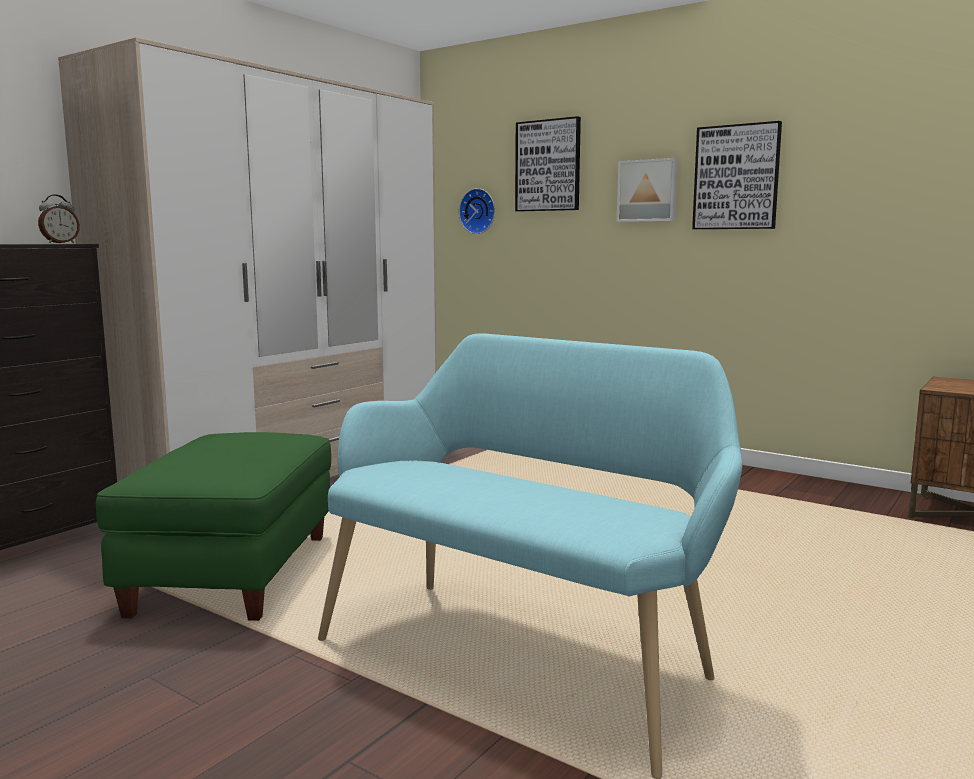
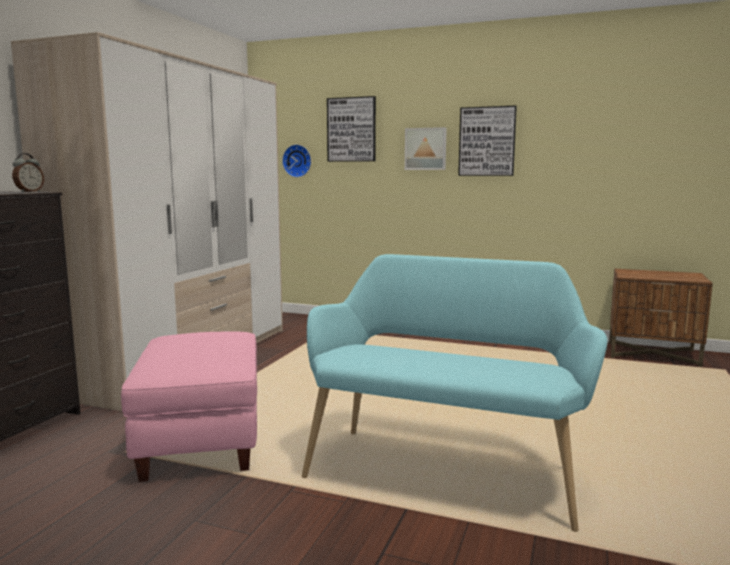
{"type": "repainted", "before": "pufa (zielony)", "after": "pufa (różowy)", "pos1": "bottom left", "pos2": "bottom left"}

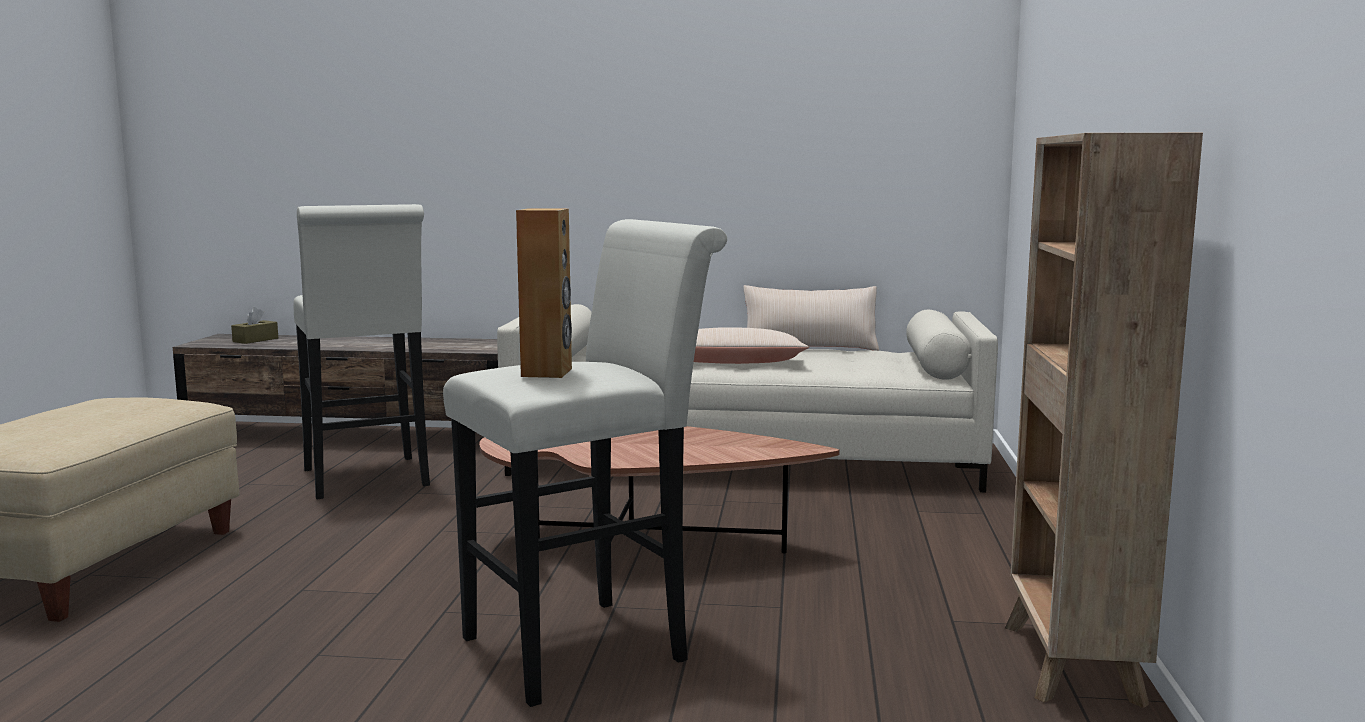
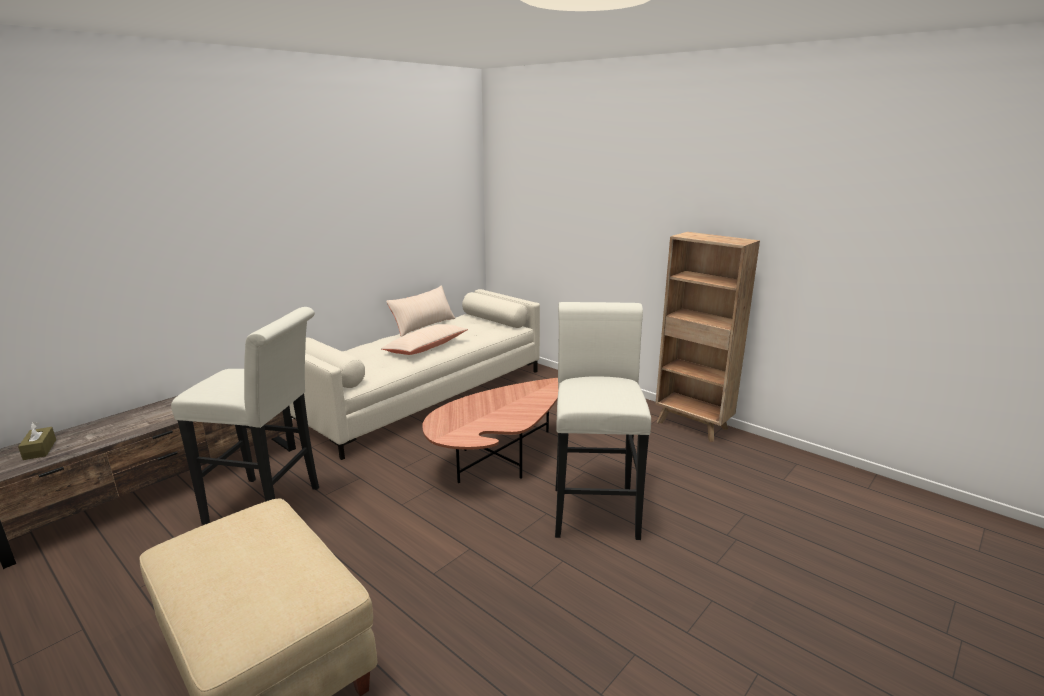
{"type": "gone", "before": "głośnik (brązowy)", "pos1": "centre"}

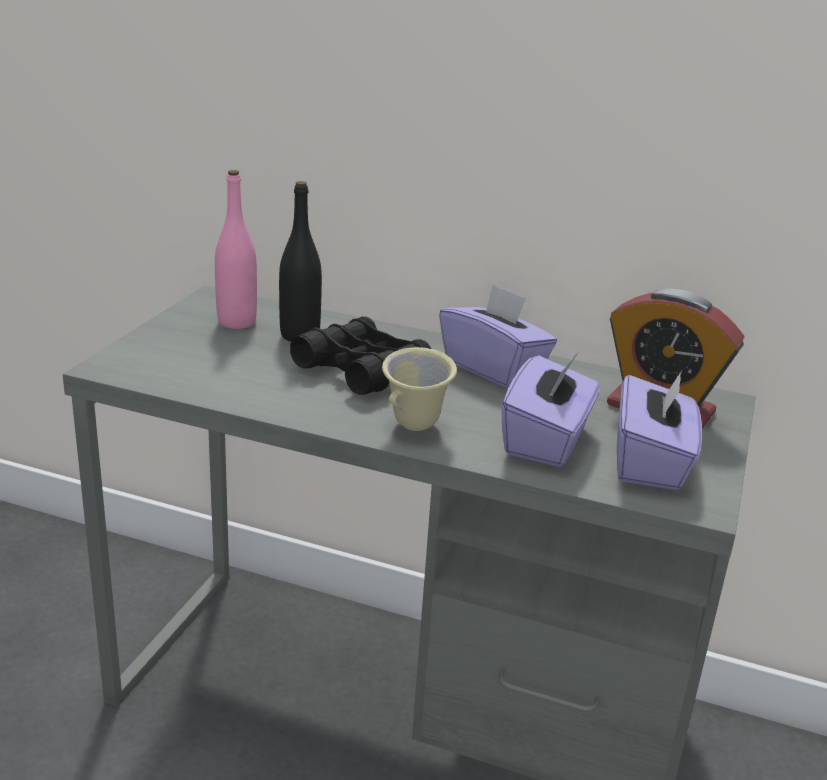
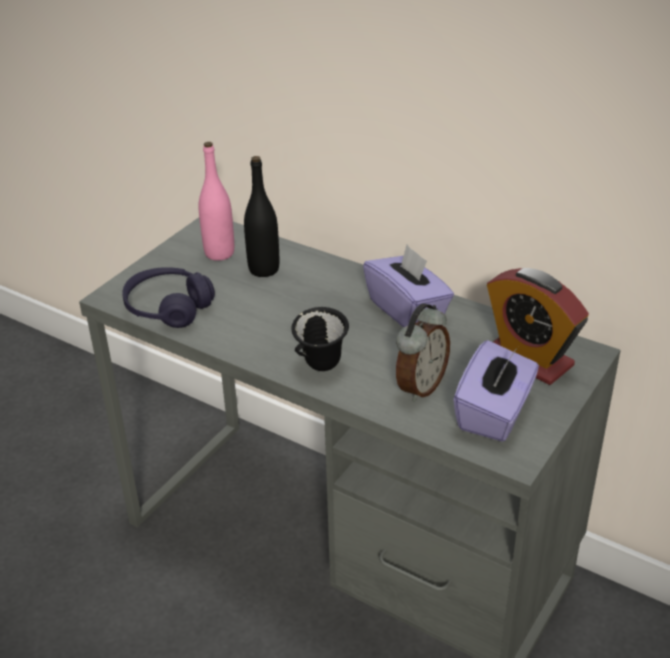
{"type": "gone", "before": "lornetka (czarny)", "pos1": "centre"}
{"type": "repainted", "before": "kubek (beżowy)", "after": "kubek (czarny)", "pos1": "centre", "pos2": "centre"}
{"type": "swapped", "before": "pudełko chusteczek (fioletowy) (no. 2 from left)", "after": "budzik (no. 1 from left)", "pos1": "centre", "pos2": "centre"}
{"type": "new", "after": "słuchawki (fioletowy)", "pos2": "middle left"}

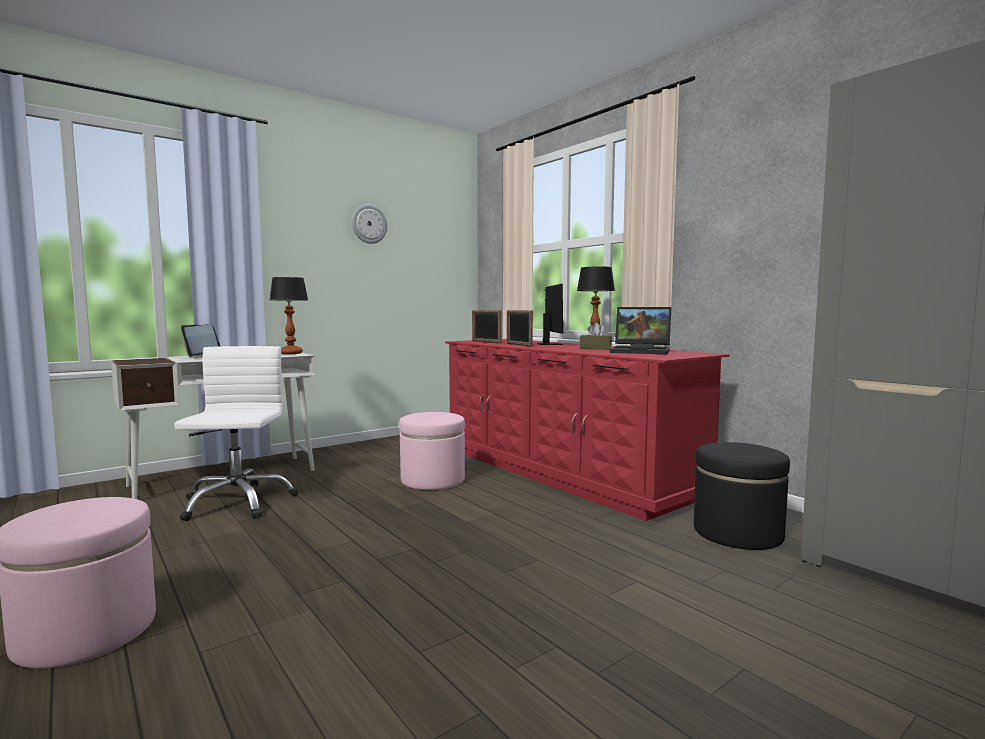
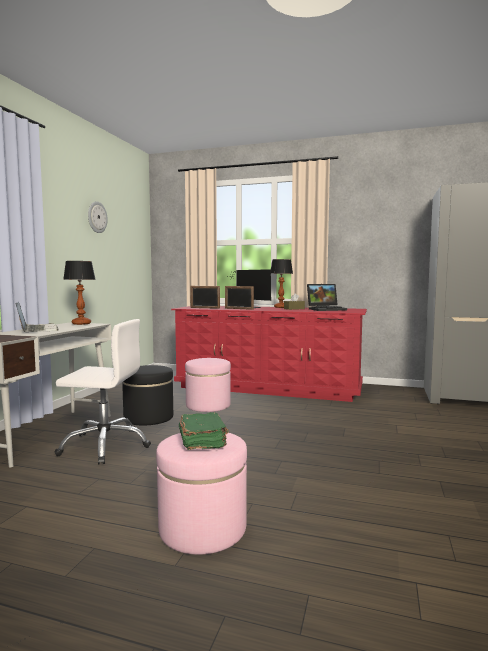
{"type": "rotated", "before": "krzesło biurowe (biały)", "pos1": "middle left", "pos2": "middle left", "turn": 135}
{"type": "shifted", "before": "pufa (czarny)", "pos1": "bottom right", "pos2": "middle left"}
{"type": "new", "after": "książka (zielony)", "pos2": "centre"}

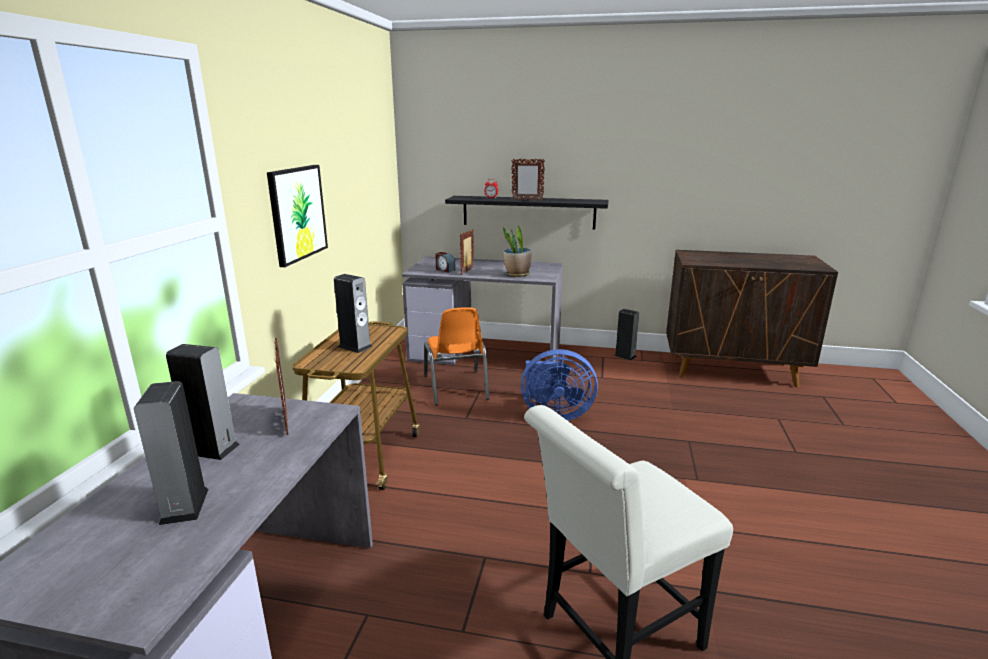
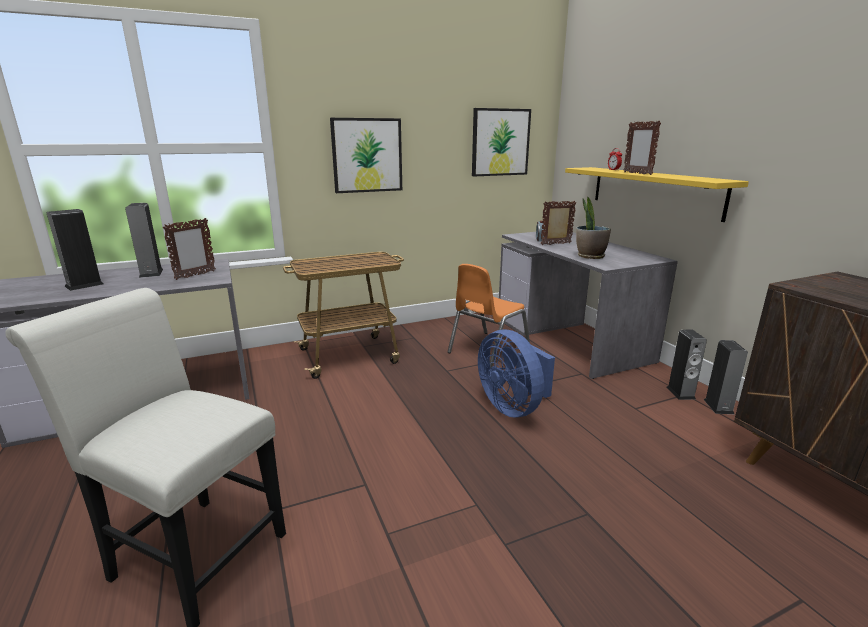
{"type": "shifted", "before": "głośnik (no. 3 from left)", "pos1": "centre", "pos2": "middle right"}
{"type": "repainted", "before": "półka (czarny)", "after": "półka (żółty)", "pos1": "top centre", "pos2": "top right"}
{"type": "new", "after": "obraz (no. 2 from left)", "pos2": "top centre"}

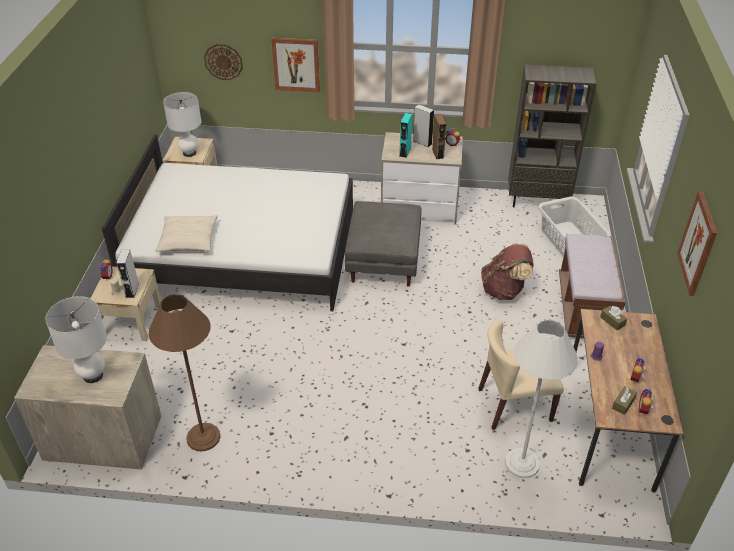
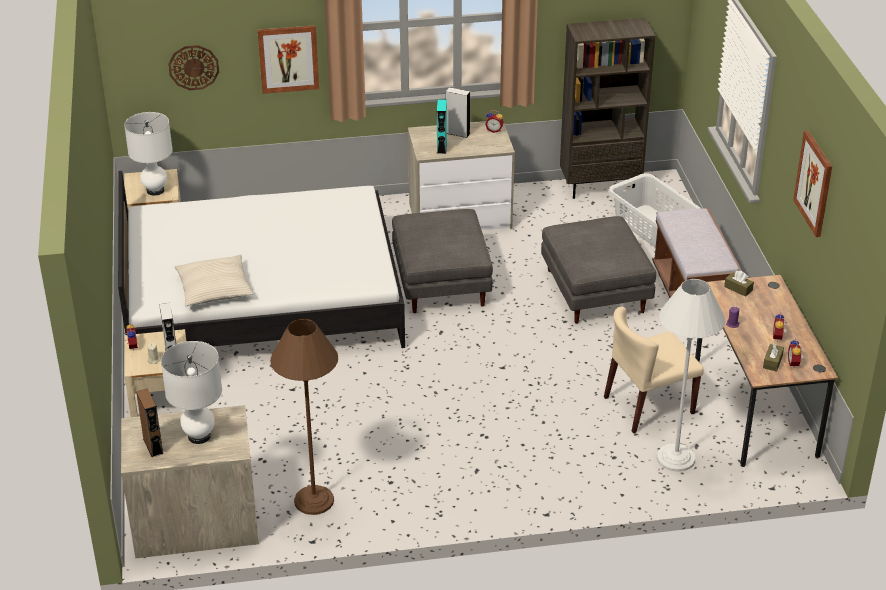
{"type": "shifted", "before": "głośnik (brązowy)", "pos1": "top centre", "pos2": "bottom left"}
{"type": "swapped", "before": "plecak (brązowy)", "after": "pufa (szary) (no. 2 from left)", "pos1": "middle right", "pos2": "middle right"}

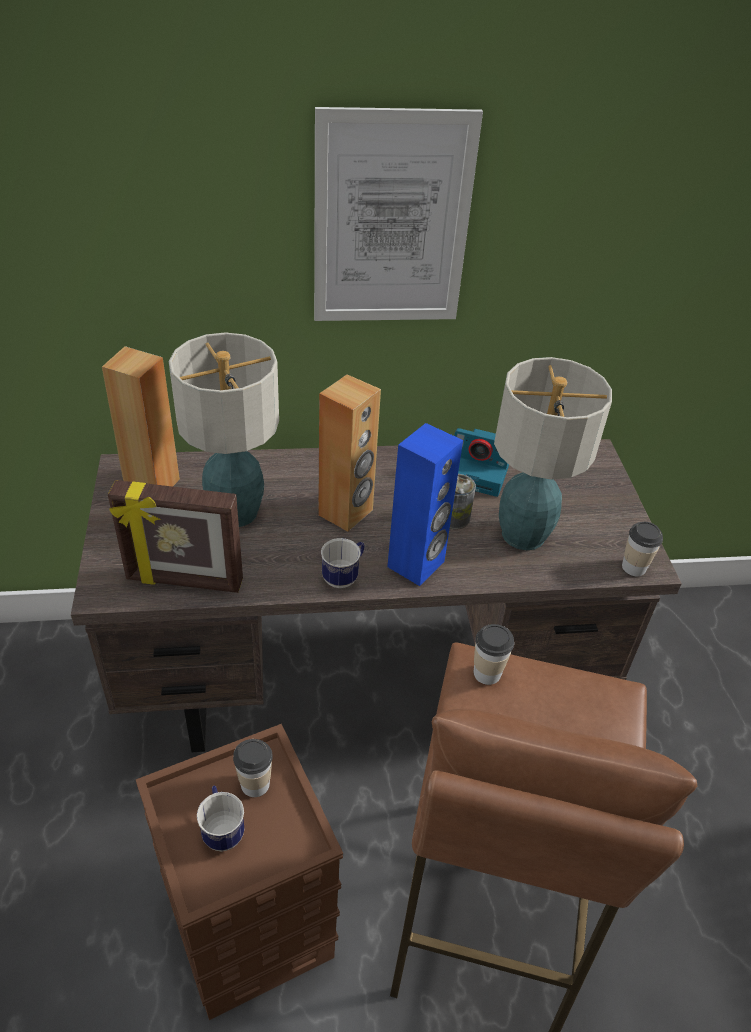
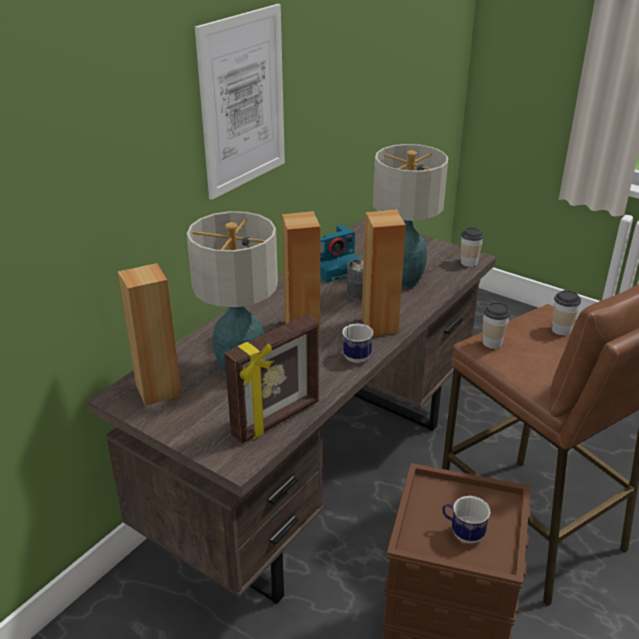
{"type": "shifted", "before": "filiżanka (no. 1 from left in the first image)", "after": "filiżanka (no. 3 from left)", "pos1": "bottom centre", "pos2": "middle right"}
{"type": "repainted", "before": "głośnik (niebieski)", "after": "głośnik (brązowy) (no. 3 from left)", "pos1": "centre", "pos2": "centre"}

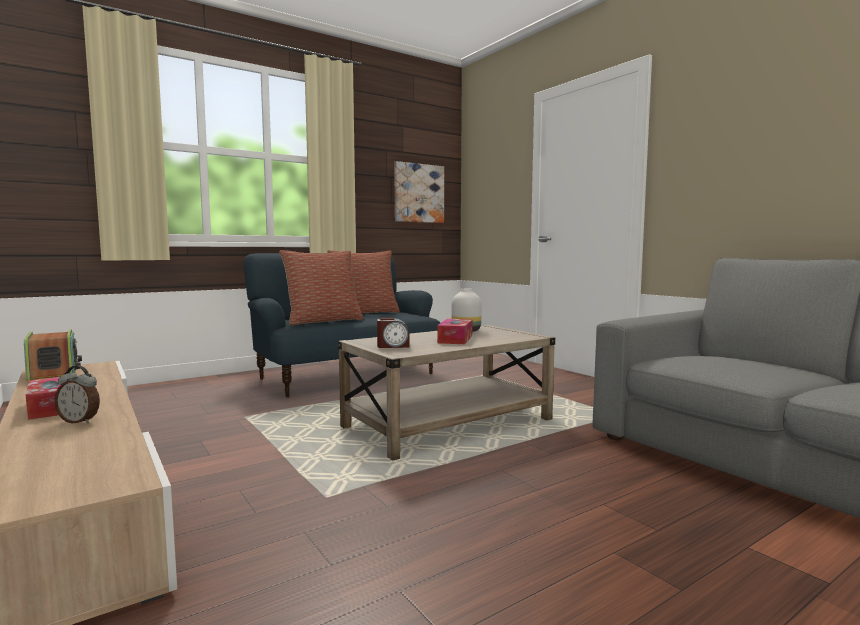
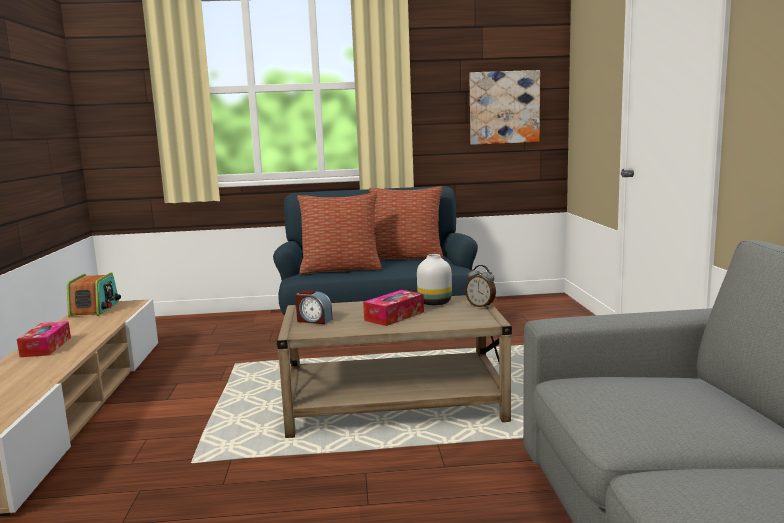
{"type": "shifted", "before": "budzik (no. 1 from left in the first image)", "after": "budzik (no. 2 from left)", "pos1": "middle left", "pos2": "centre"}

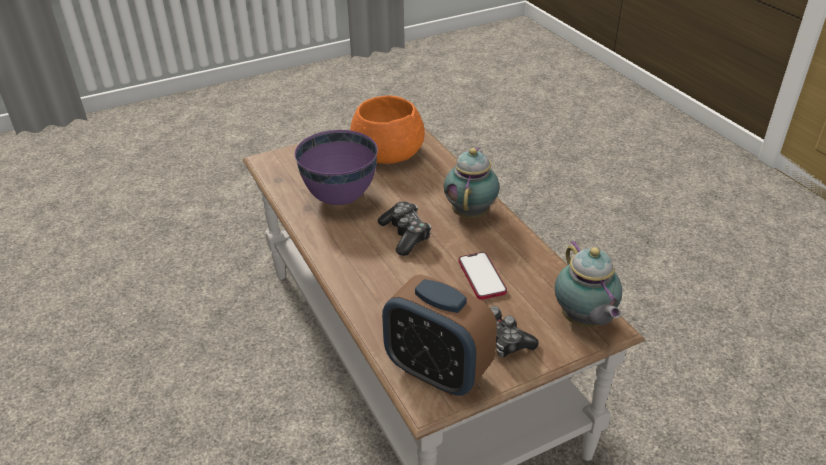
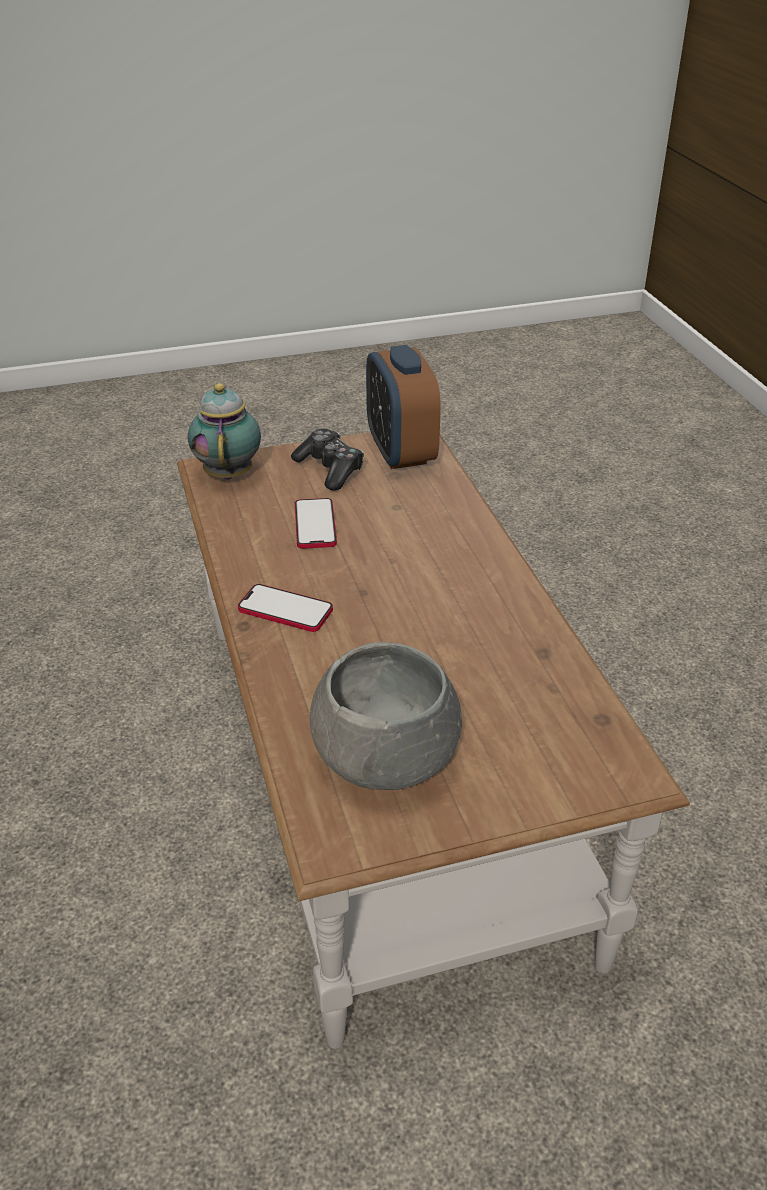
{"type": "gone", "before": "miska (fioletowy)", "pos1": "centre"}
{"type": "repainted", "before": "miska (pomarańczowy)", "after": "miska (szary)", "pos1": "top centre", "pos2": "centre"}
{"type": "gone", "before": "pad do gier (no. 1 from left)", "pos1": "centre"}
{"type": "rotated", "before": "budzik", "pos1": "bottom centre", "pos2": "centre", "turn": -150}
{"type": "swapped", "before": "imbryk (no. 1 from left)", "after": "telefon (no. 1 from left)", "pos1": "centre", "pos2": "centre"}

